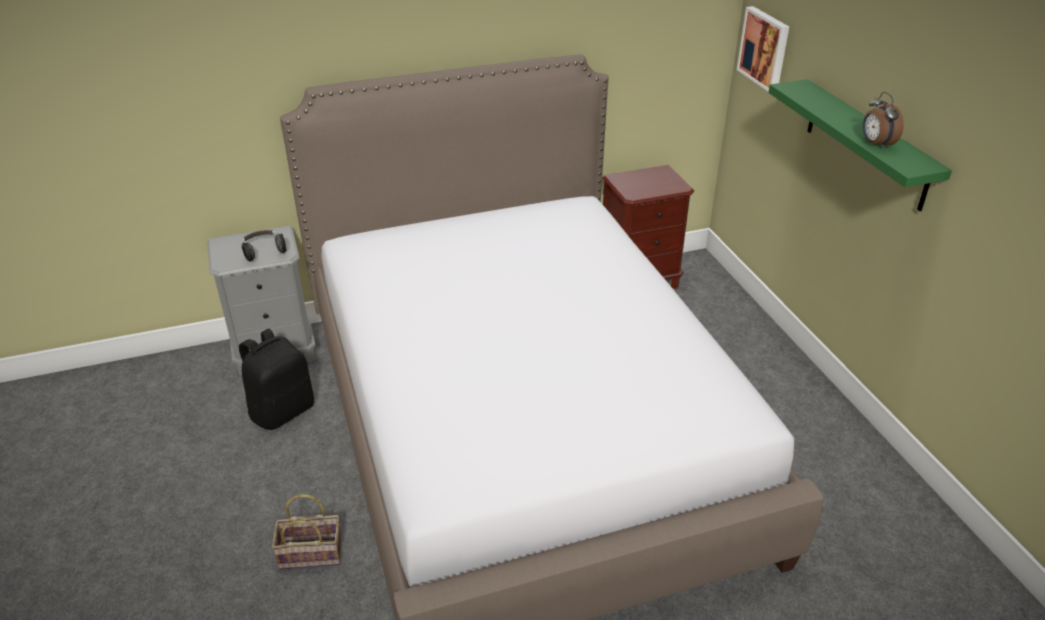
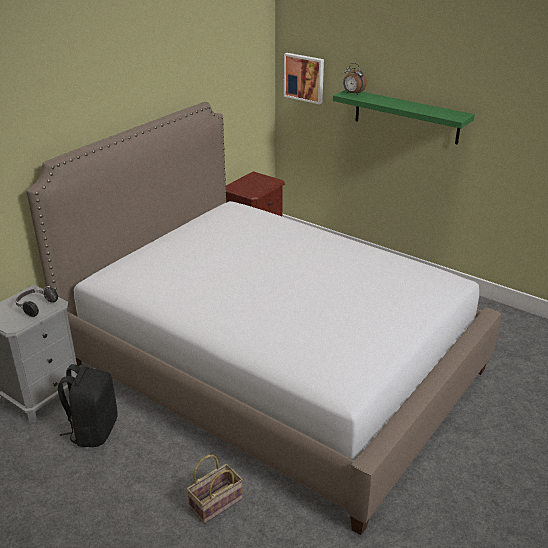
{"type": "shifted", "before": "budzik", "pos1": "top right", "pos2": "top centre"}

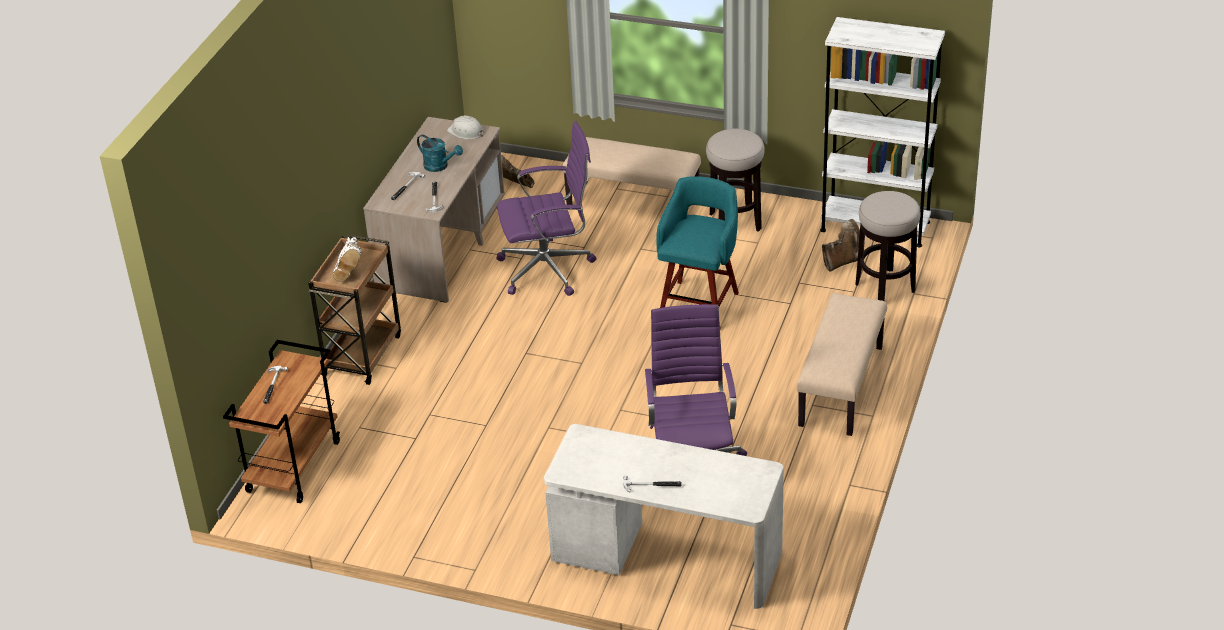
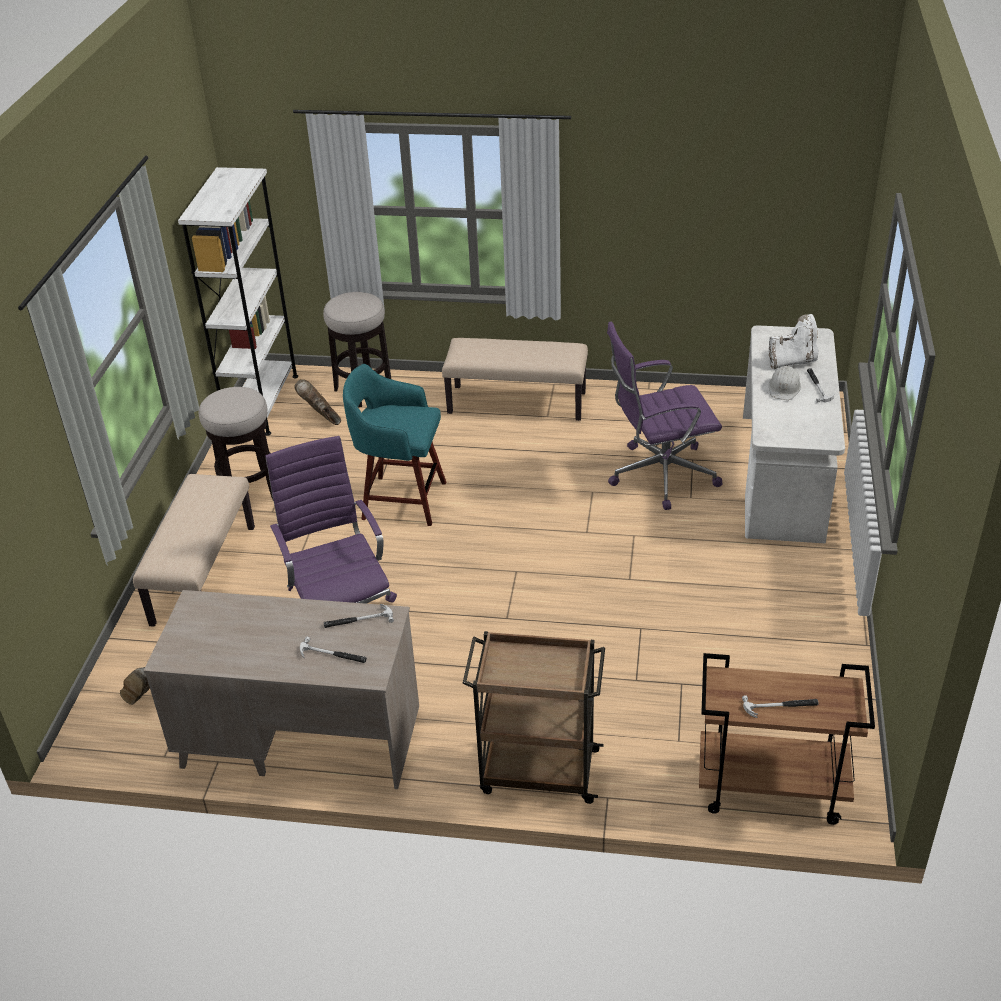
{"type": "shifted", "before": "but z cholewką (biały)", "pos1": "middle left", "pos2": "middle right"}
{"type": "gone", "before": "konewka (turkusowy)", "pos1": "top centre"}
{"type": "shifted", "before": "kask (biały)", "pos1": "top centre", "pos2": "middle right"}

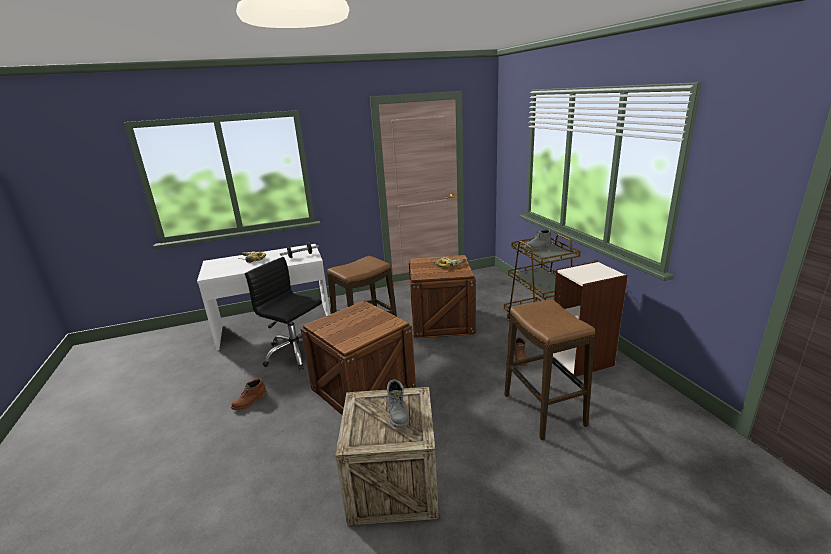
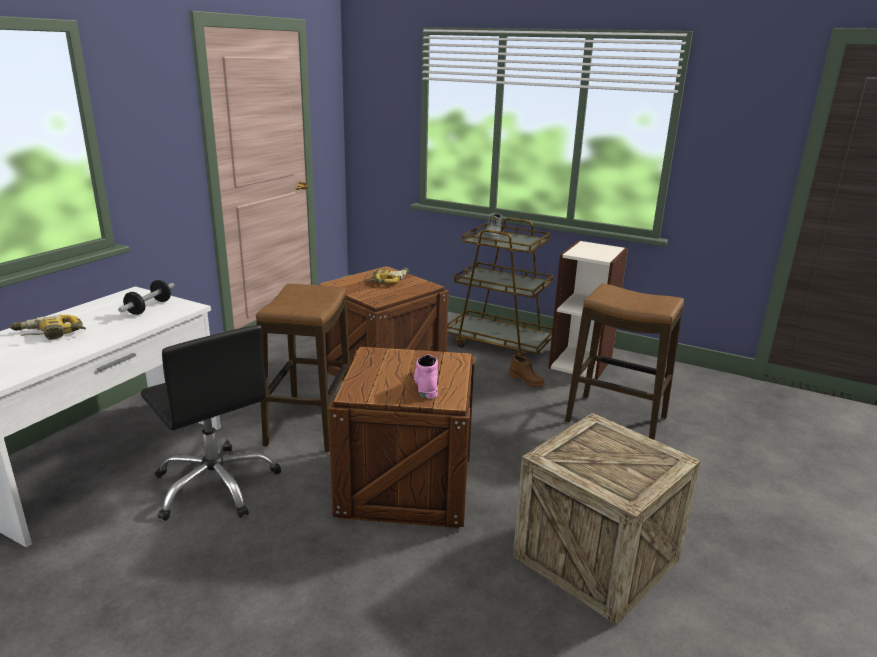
{"type": "gone", "before": "but z cholewką (brązowy) (no. 1 from left)", "pos1": "bottom left"}
{"type": "rotated", "before": "krzesło biurowe (czarny)", "pos1": "centre", "pos2": "middle left", "turn": -120}
{"type": "gone", "before": "but z cholewką (szary) (no. 1 from left)", "pos1": "bottom centre"}
{"type": "new", "after": "but z cholewką (różowy)", "pos2": "centre"}

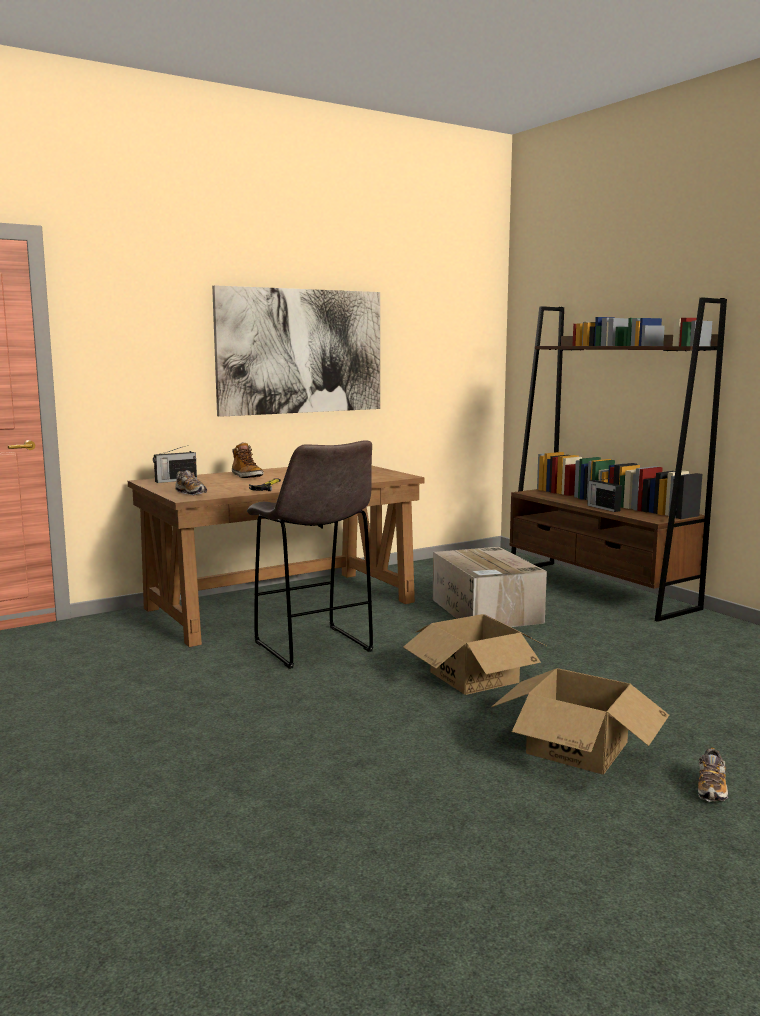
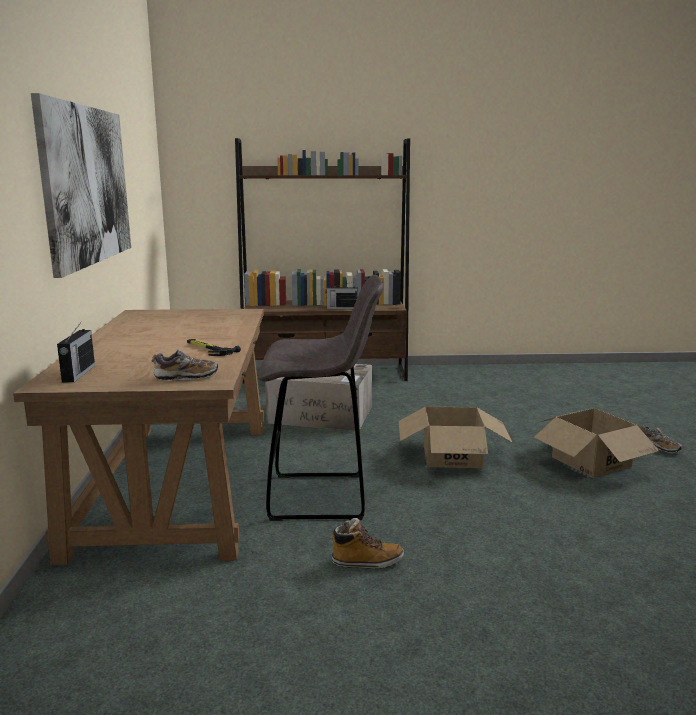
{"type": "shifted", "before": "but z cholewką", "pos1": "middle left", "pos2": "bottom centre"}

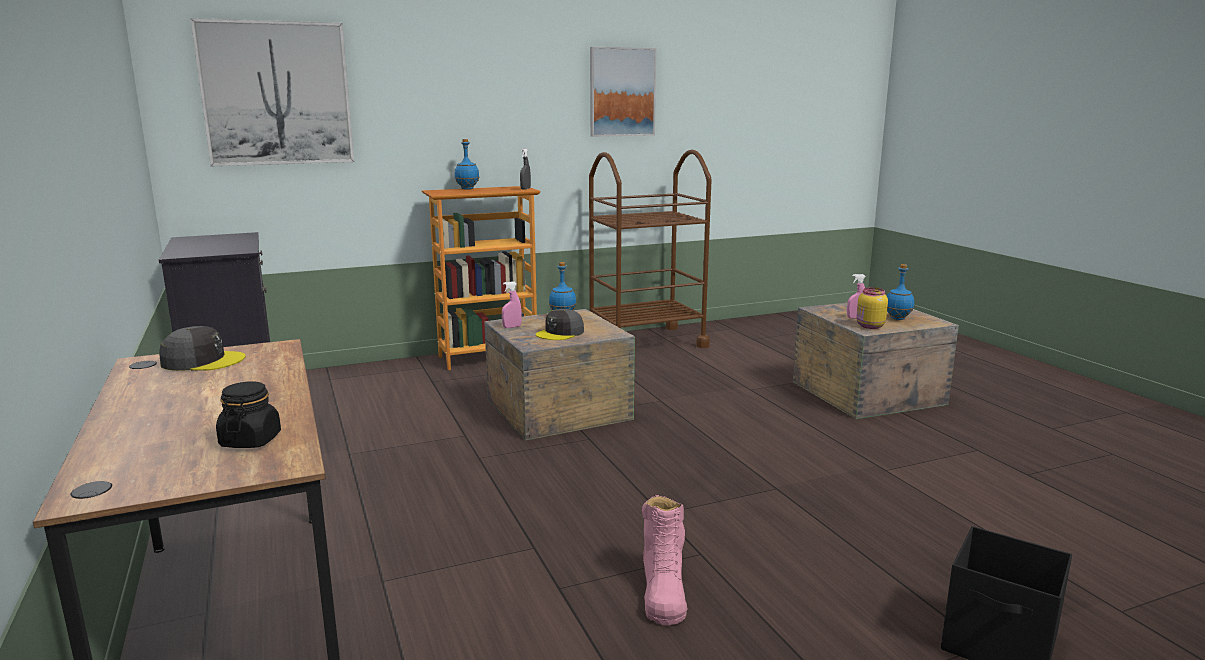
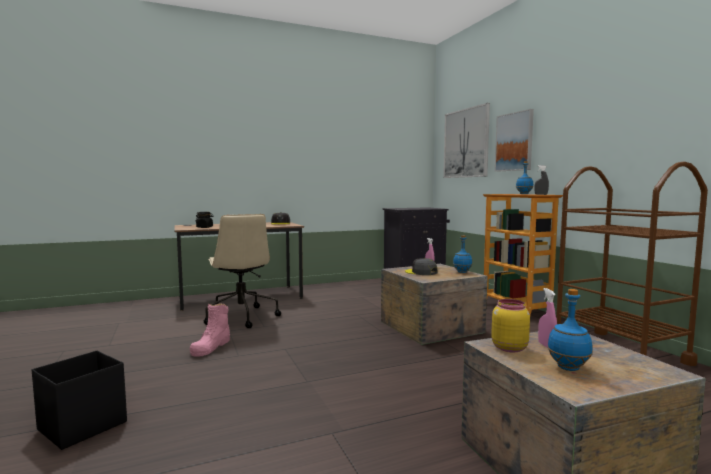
{"type": "shifted", "before": "obraz (no. 2 from left)", "pos1": "top centre", "pos2": "top right"}
{"type": "rotated", "before": "but z cholewką (różowy)", "pos1": "bottom centre", "pos2": "bottom left", "turn": -75}
{"type": "new", "after": "krzesło biurowe (beżowy)", "pos2": "centre"}

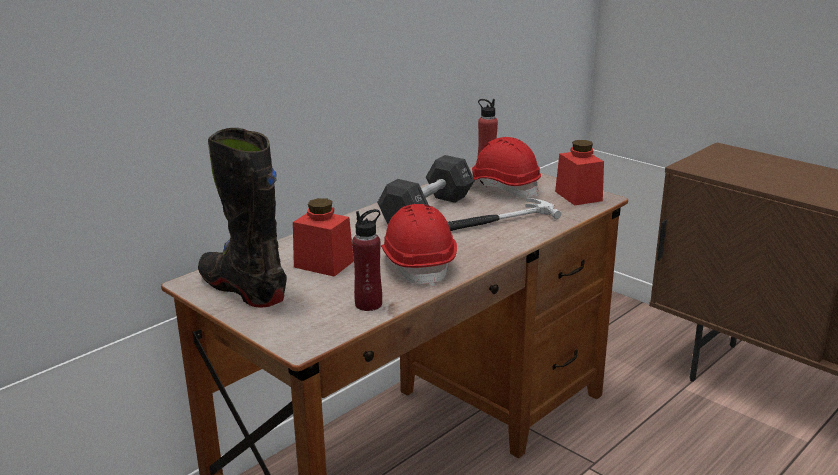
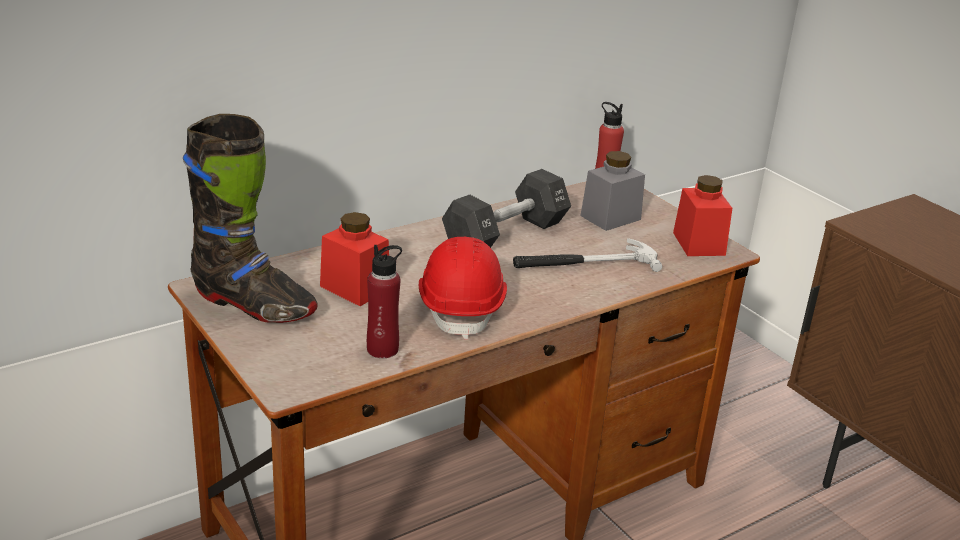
{"type": "rotated", "before": "but z cholewką (czarny)", "pos1": "middle left", "pos2": "middle left", "turn": 150}
{"type": "swapped", "before": "kask (czerwony) (no. 2 from left)", "after": "słoik (szary)", "pos1": "centre", "pos2": "centre"}

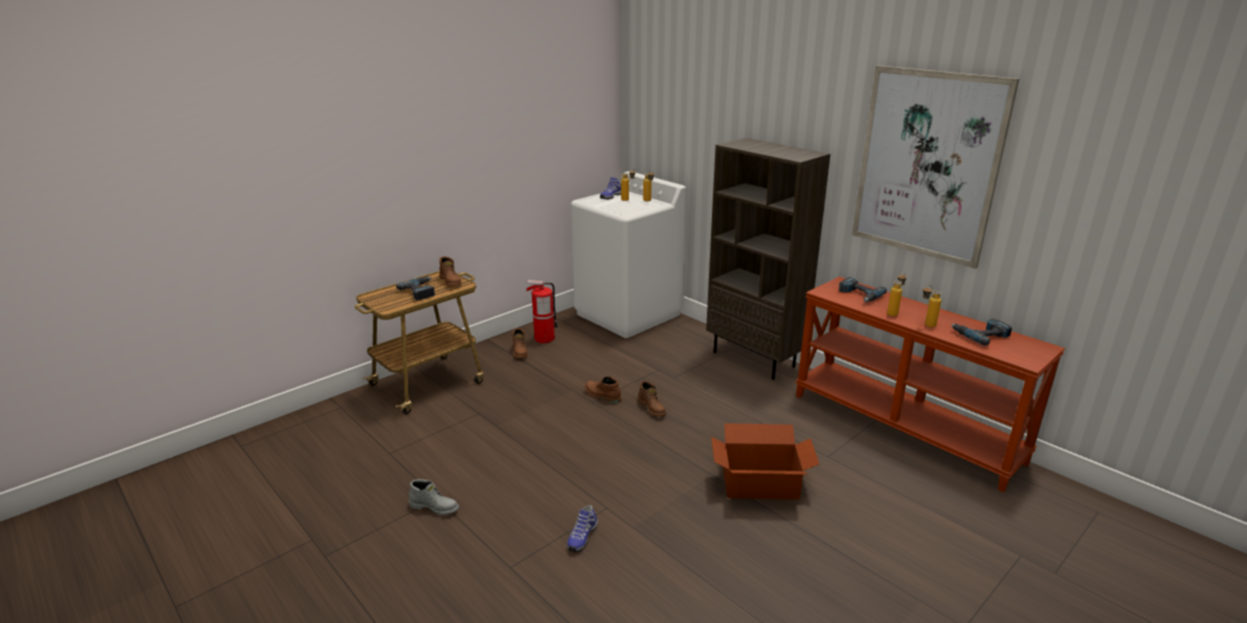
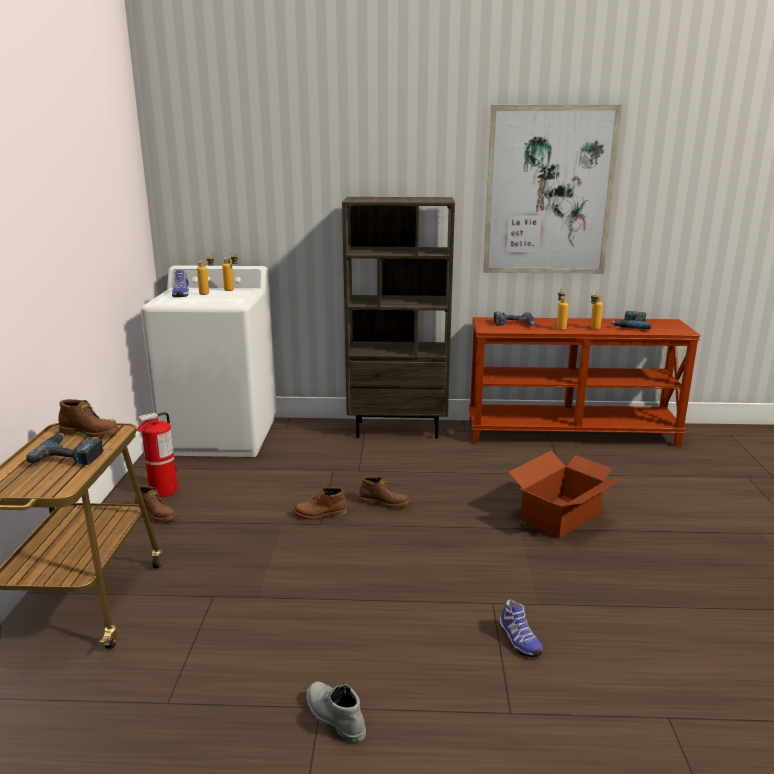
{"type": "rotated", "before": "but z cholewką (szary)", "pos1": "bottom centre", "pos2": "bottom centre", "turn": -105}

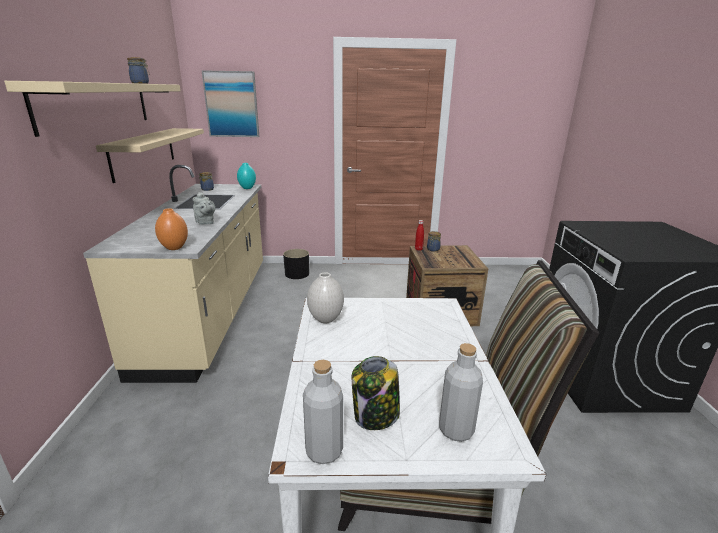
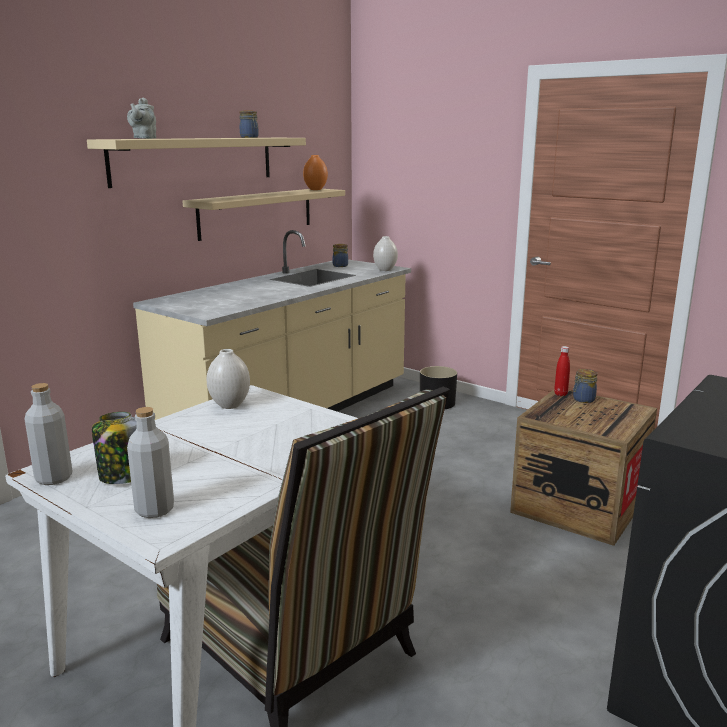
{"type": "shifted", "before": "wazon (pomarańczowy)", "pos1": "middle left", "pos2": "top centre"}
{"type": "shifted", "before": "imbryk (szary)", "pos1": "middle left", "pos2": "top left"}
{"type": "gone", "before": "obraz", "pos1": "top left"}
{"type": "repainted", "before": "wazon (turkusowy)", "after": "wazon (biały) (no. 2 from left)", "pos1": "top centre", "pos2": "centre"}

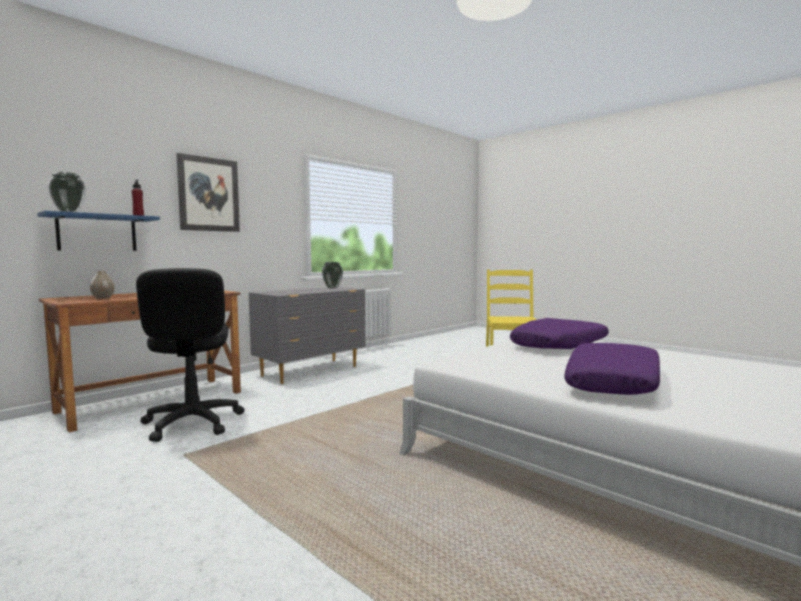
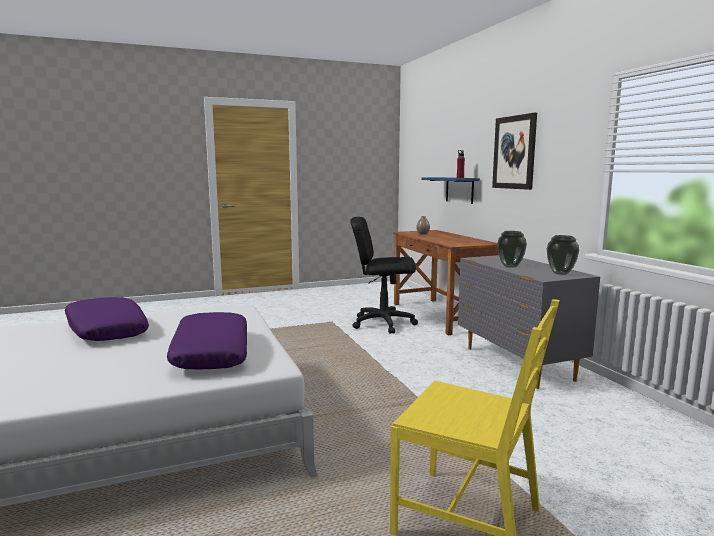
{"type": "shifted", "before": "wazon (no. 1 from left in the first image)", "after": "wazon (no. 2 from left)", "pos1": "top left", "pos2": "middle right"}

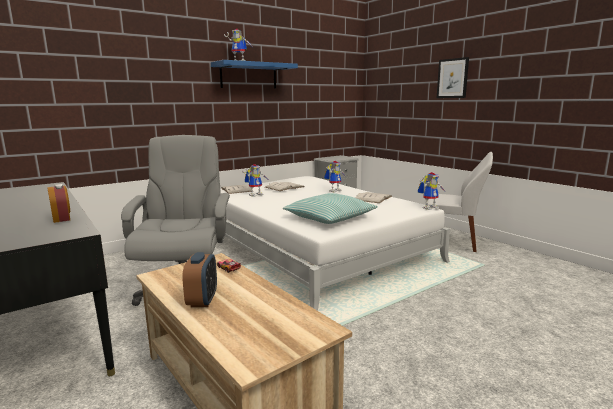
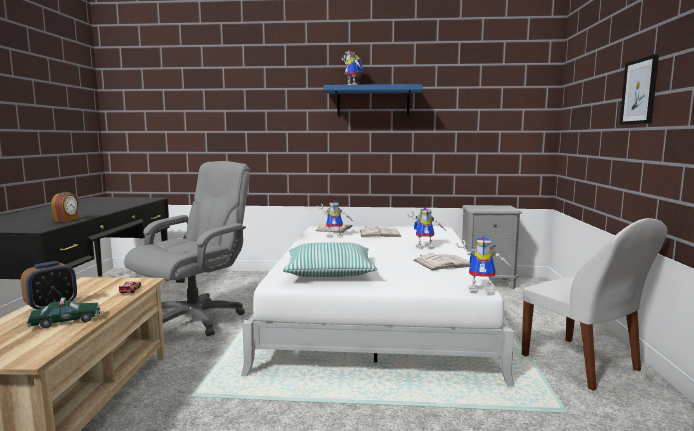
{"type": "new", "after": "samochodzik (no. 1 from left)", "pos2": "bottom left"}

